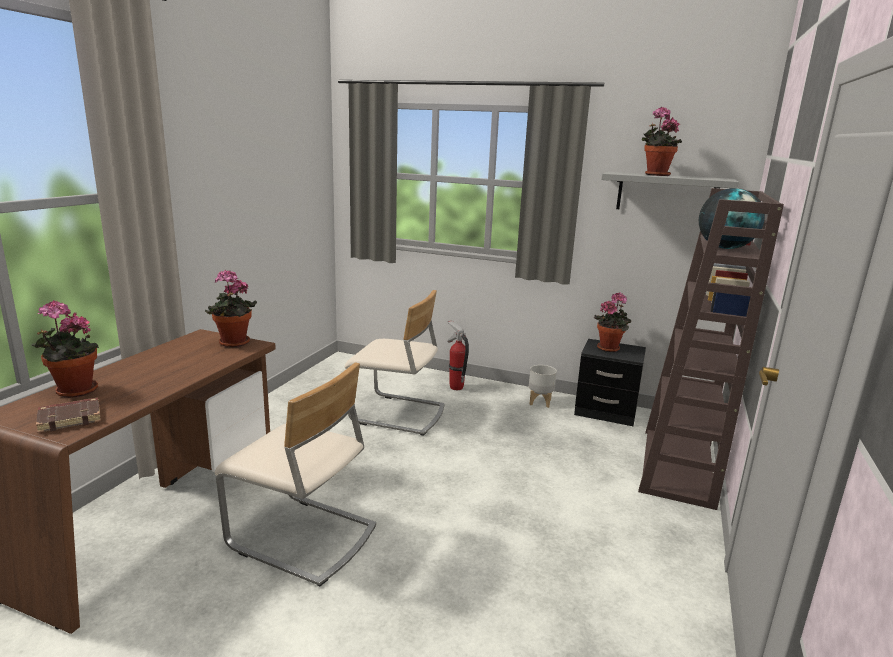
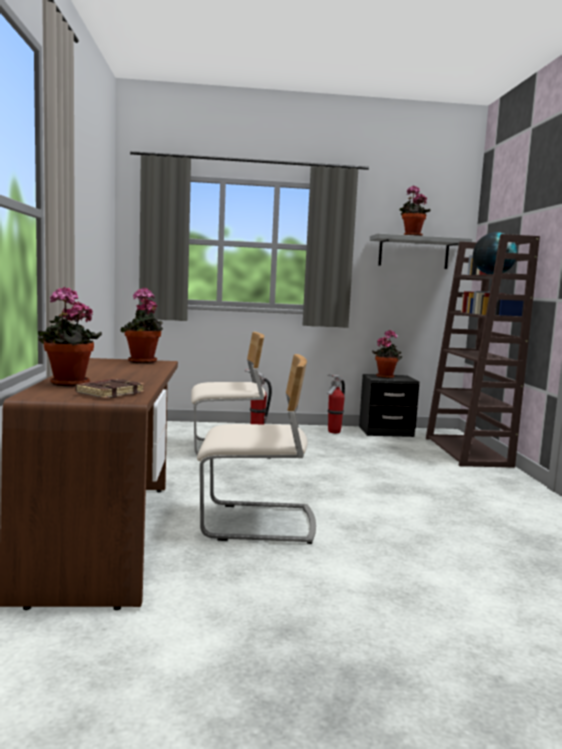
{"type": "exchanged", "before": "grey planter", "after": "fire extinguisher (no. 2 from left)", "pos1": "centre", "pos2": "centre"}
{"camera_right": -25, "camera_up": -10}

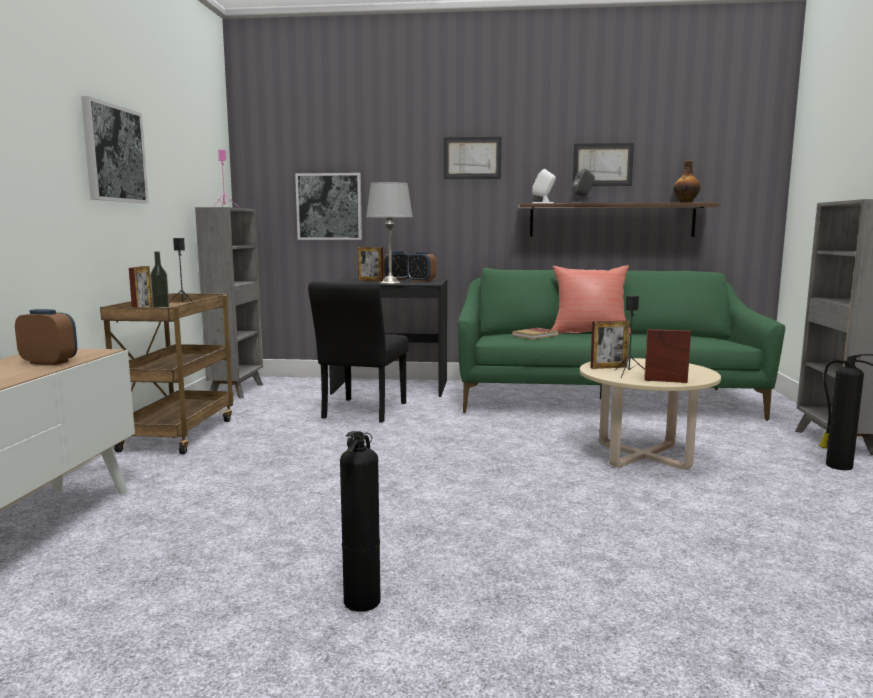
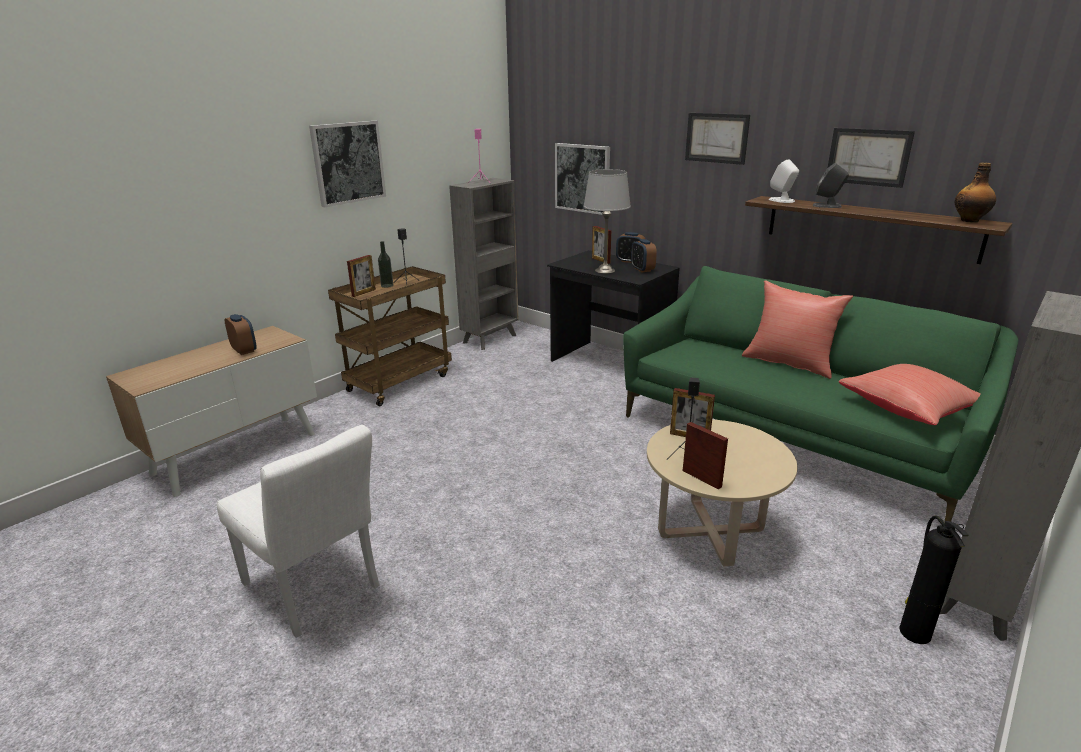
{"type": "missing", "before": "black chair", "pos1": "centre"}
{"type": "missing", "before": "book", "pos1": "centre"}
{"type": "exchanged", "before": "fire extinguisher (no. 1 from left)", "after": "white chair", "pos1": "bottom centre", "pos2": "bottom left"}
{"type": "appeared", "after": "red pillow (no. 2 from left)", "pos2": "middle right"}
{"camera_right": 35, "camera_up": 15}

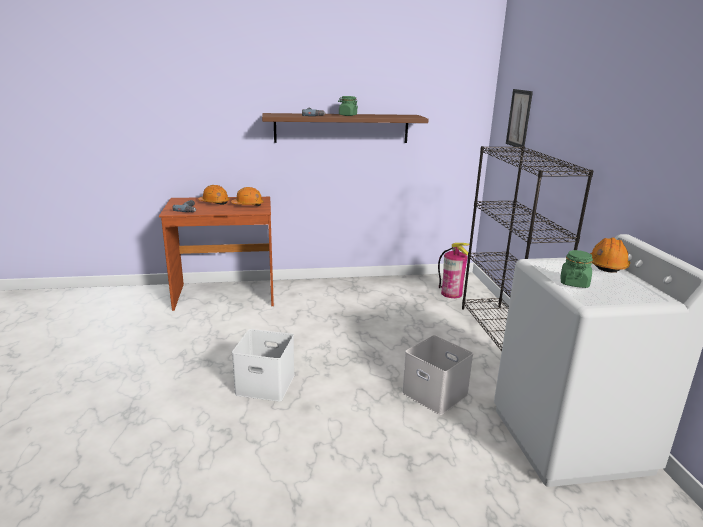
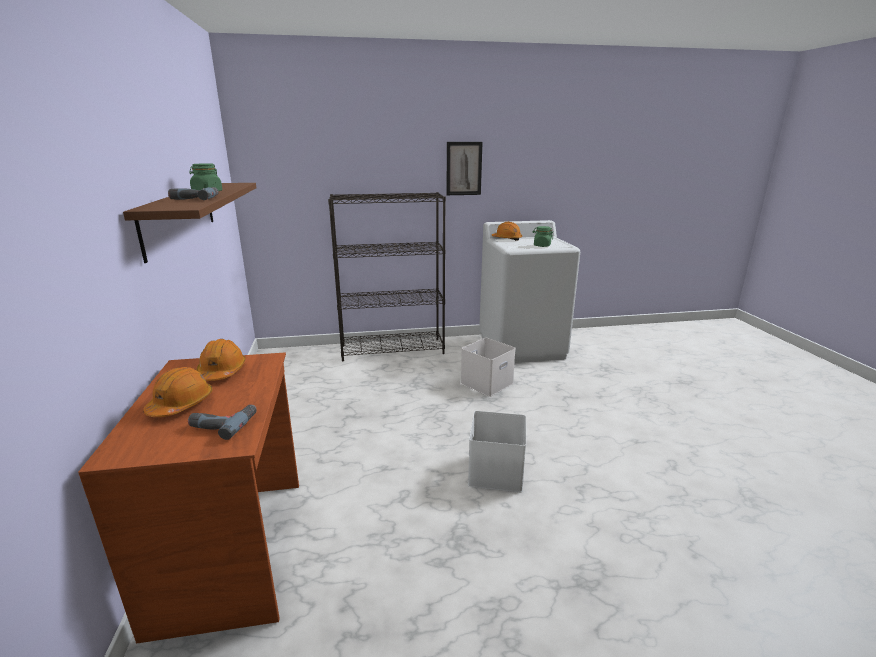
{"type": "relocated", "before": "picture", "pos1": "top right", "pos2": "top centre"}
{"type": "missing", "before": "fire extinguisher", "pos1": "centre"}
{"camera_right": -90, "camera_up": 0}

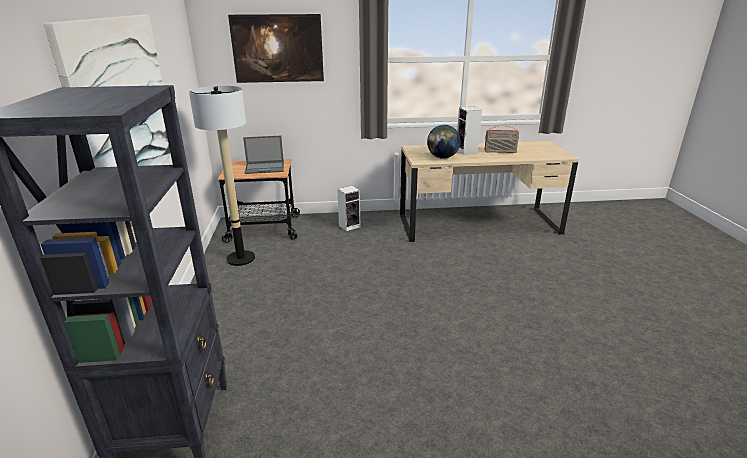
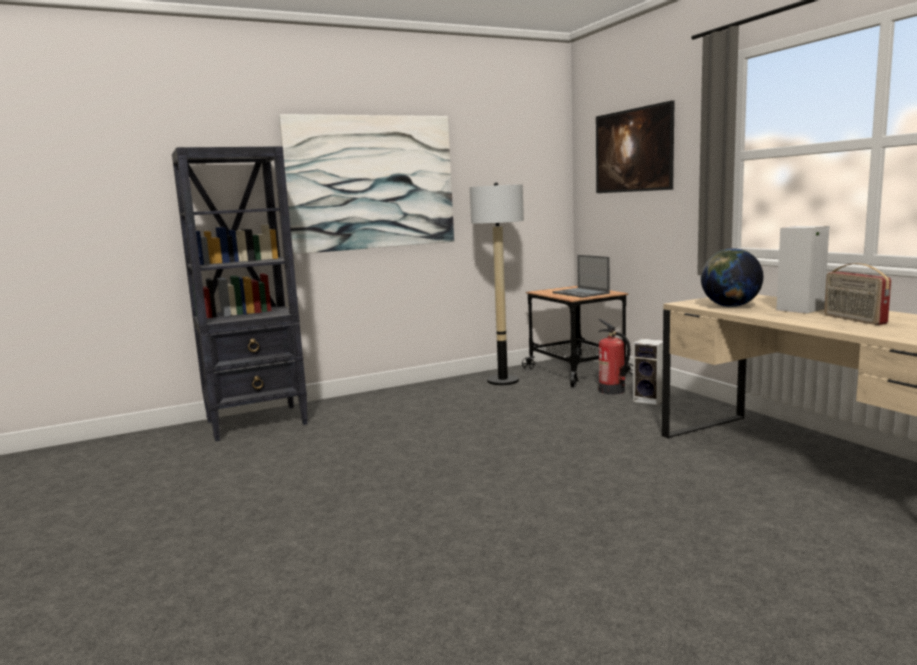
{"type": "appeared", "after": "fire extinguisher", "pos2": "middle right"}
{"camera_right": 70, "camera_up": -15}

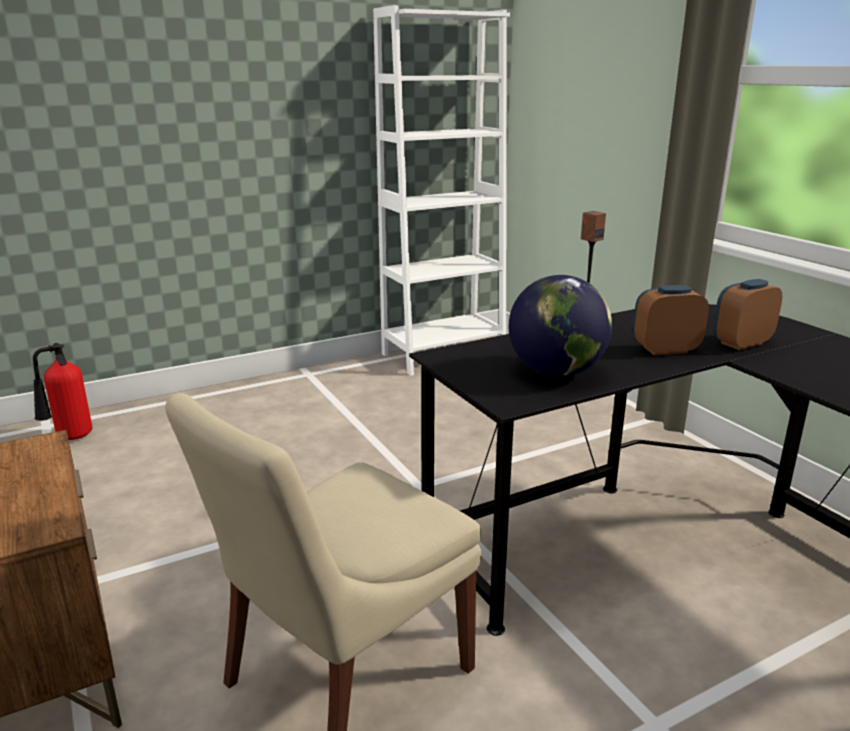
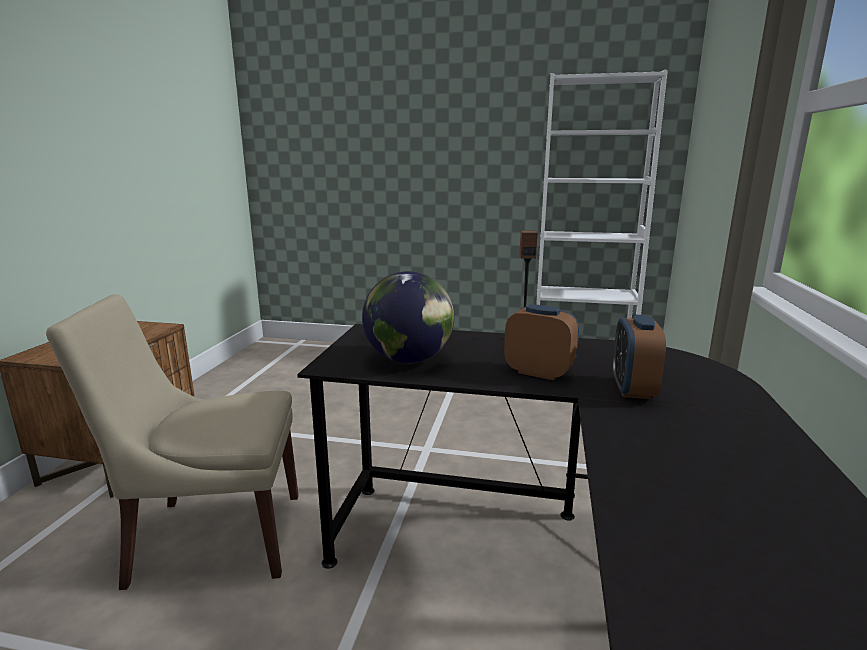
{"type": "spun", "before": "alarm clock (no. 2 from left)", "pos1": "middle right", "pos2": "middle right", "turn": -90}
{"type": "missing", "before": "fire extinguisher", "pos1": "middle left"}
{"camera_right": 40, "camera_up": -5}

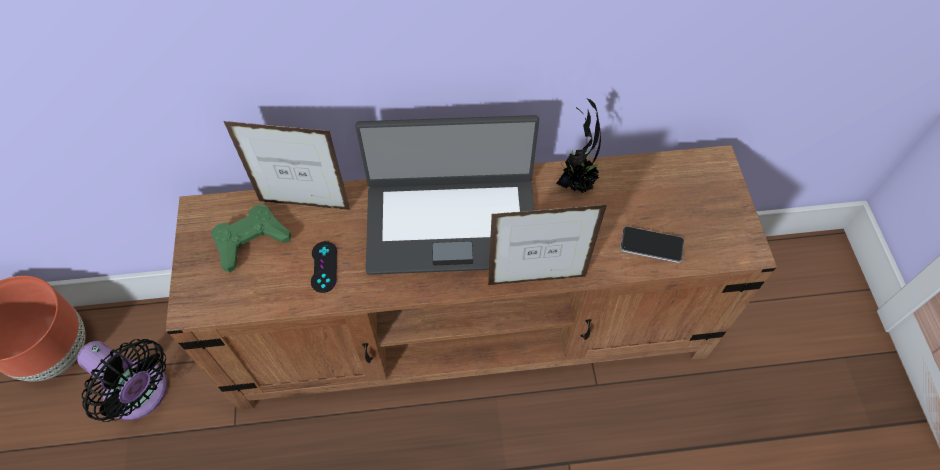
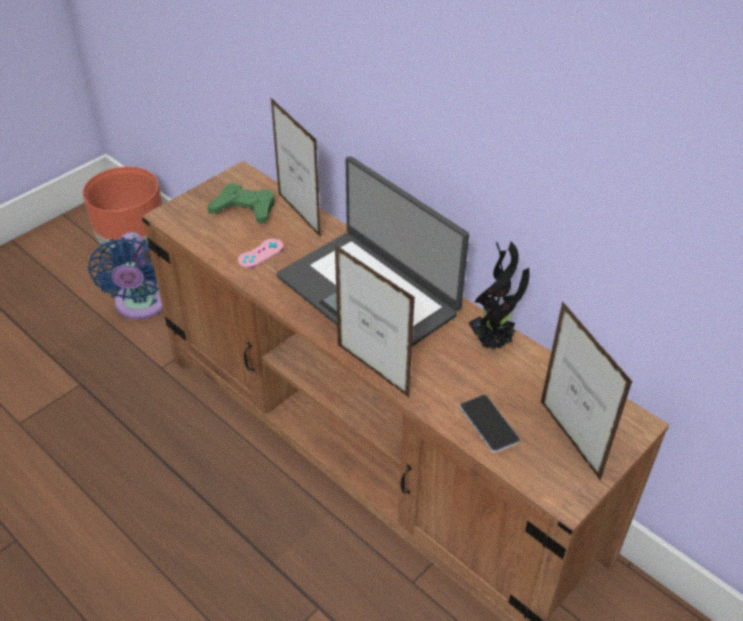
{"type": "colour", "before": "black game controller", "after": "pink game controller", "pos1": "centre", "pos2": "centre"}
{"type": "colour", "before": "black fan", "after": "blue fan", "pos1": "bottom left", "pos2": "middle left"}
{"type": "appeared", "after": "picture frame (no. 3 from left)", "pos2": "middle right"}
{"camera_right": 50, "camera_up": -15}

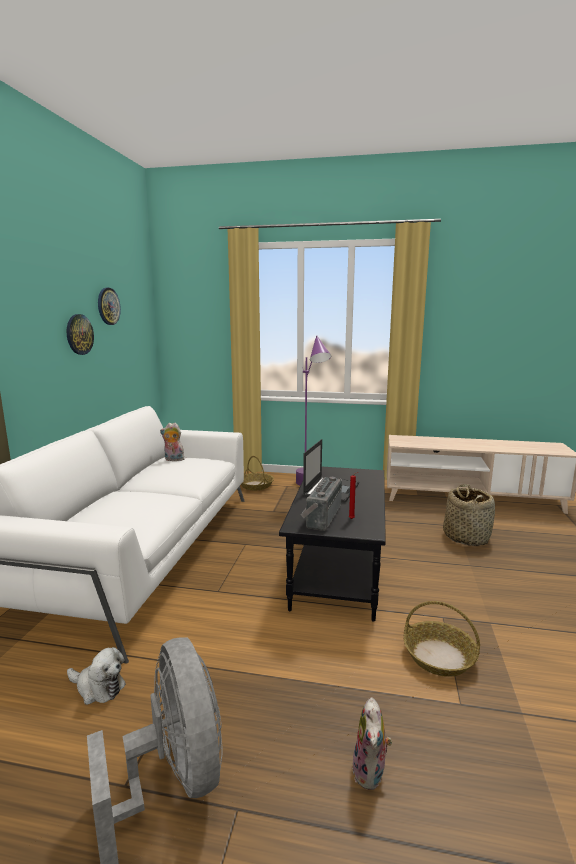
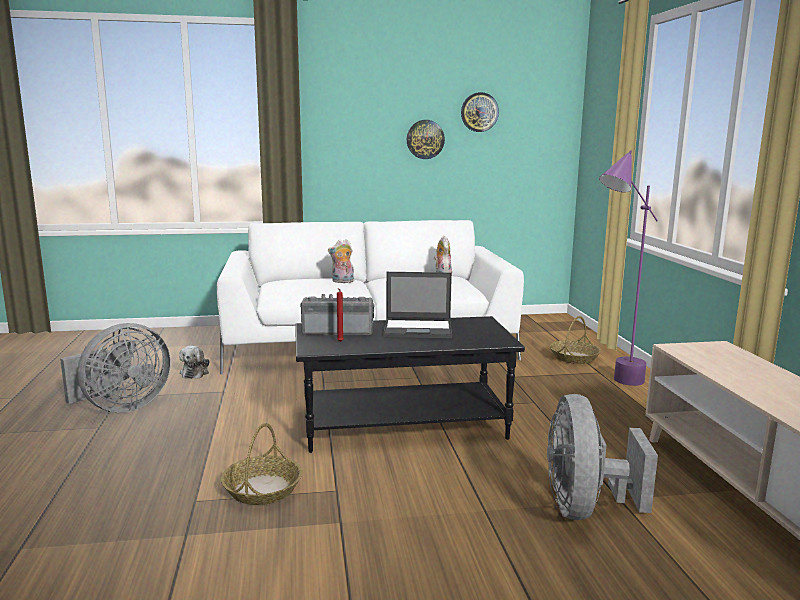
{"type": "exchanged", "before": "basket (no. 3 from left)", "after": "grey fan (no. 2 from left)", "pos1": "middle right", "pos2": "bottom right"}
{"type": "relocated", "before": "plush toy (no. 3 from left in the first image)", "after": "plush toy (no. 2 from left)", "pos1": "bottom centre", "pos2": "centre"}
{"camera_right": 70, "camera_up": 0}

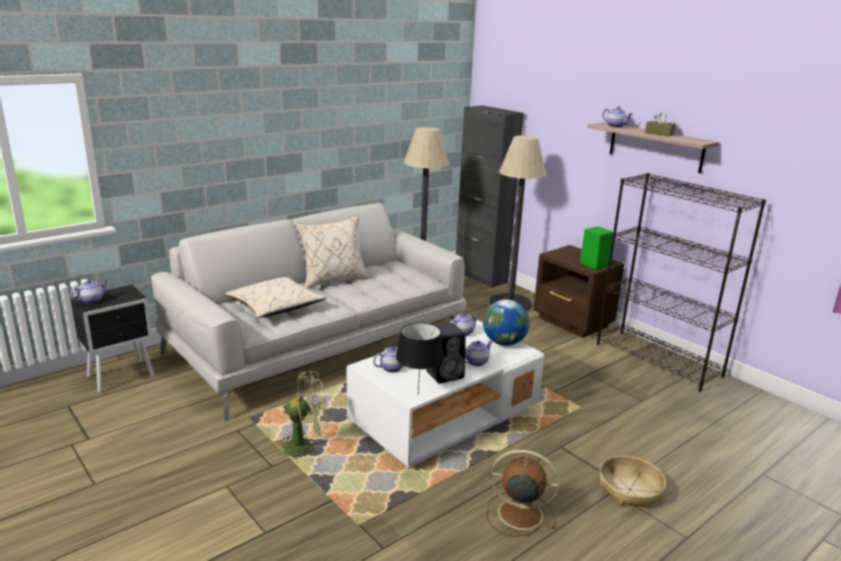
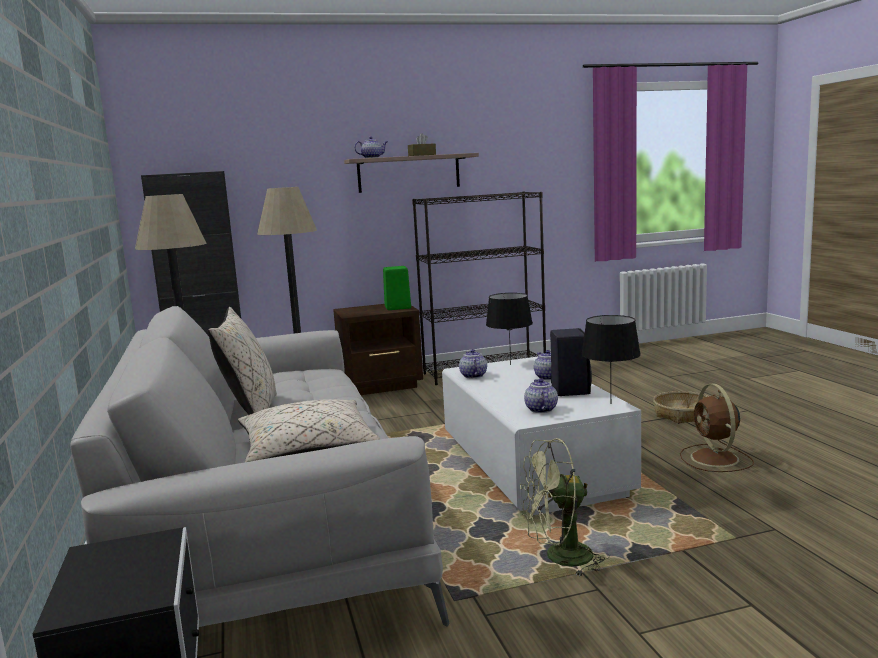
{"type": "missing", "before": "teapot (no. 1 from left)", "pos1": "middle left"}
{"type": "exchanged", "before": "globe", "after": "black table lamp (no. 1 from left)", "pos1": "centre", "pos2": "centre"}
{"type": "spun", "before": "green fan", "pos1": "bottom centre", "pos2": "bottom centre", "turn": -120}
{"type": "spun", "before": "brown fan", "pos1": "bottom centre", "pos2": "middle right", "turn": -45}
{"camera_right": -65, "camera_up": -10}

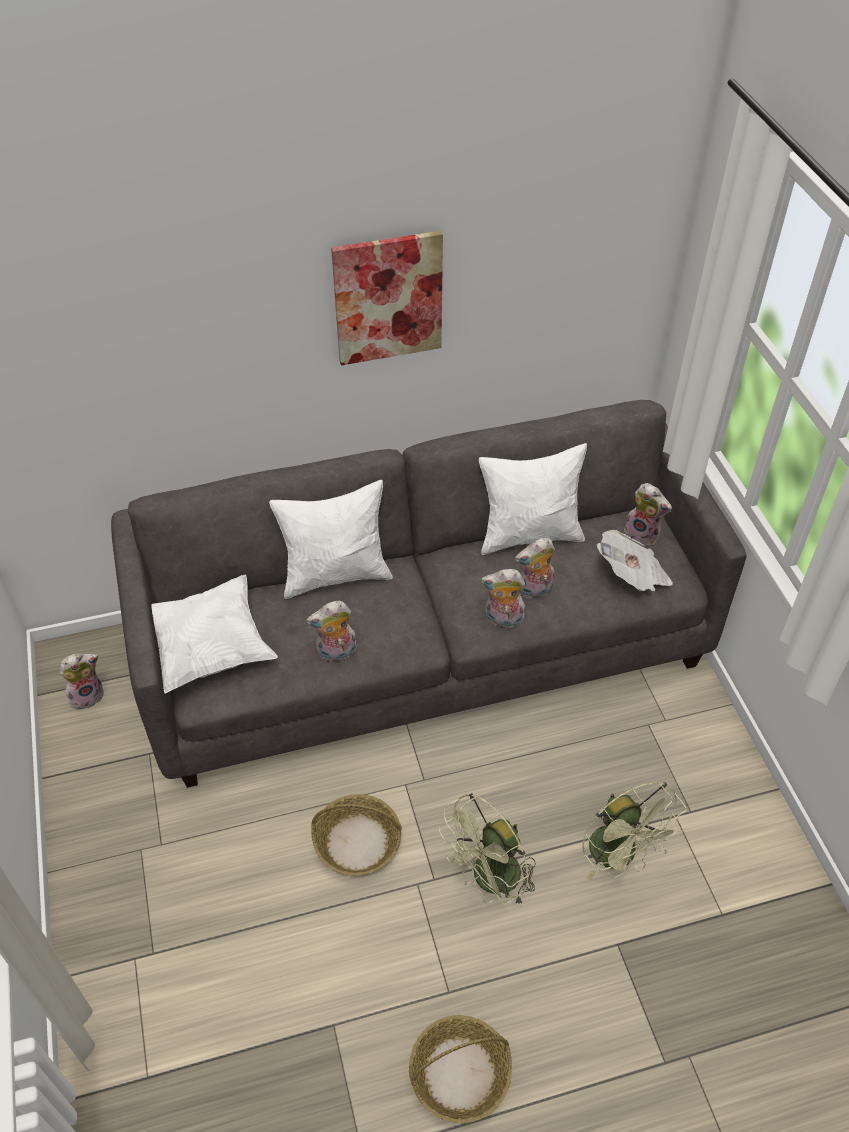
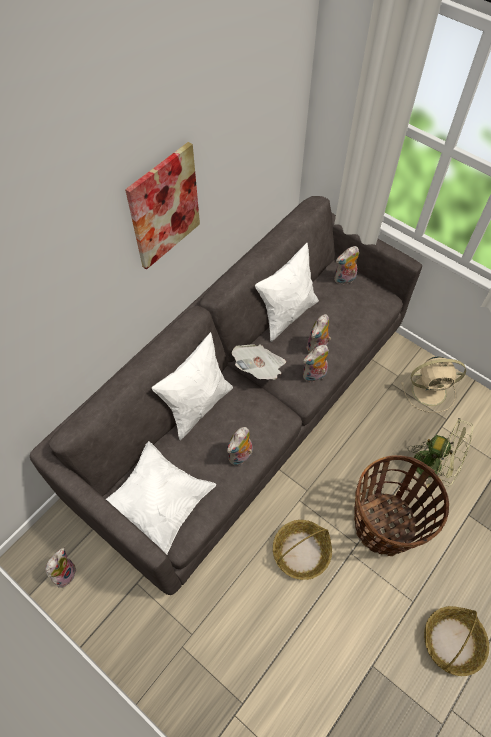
{"type": "spun", "before": "plush toy (no. 5 from left)", "pos1": "middle right", "pos2": "middle right", "turn": 150}
{"type": "relocated", "before": "newspaper", "pos1": "middle right", "pos2": "centre"}
{"type": "exchanged", "before": "green fan (no. 1 from left)", "after": "basket (no. 2 from left)", "pos1": "bottom centre", "pos2": "bottom right"}
{"type": "appeared", "after": "beige fan", "pos2": "middle right"}
{"camera_right": -35, "camera_up": 10}

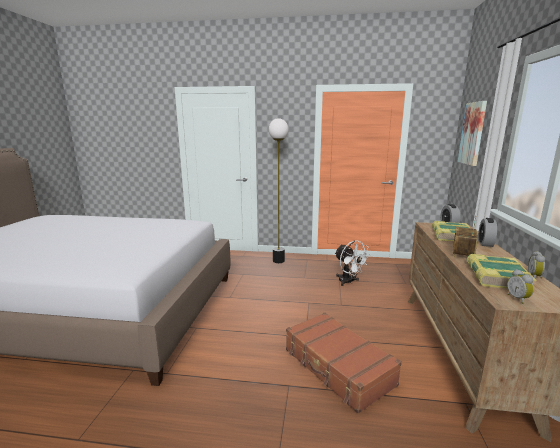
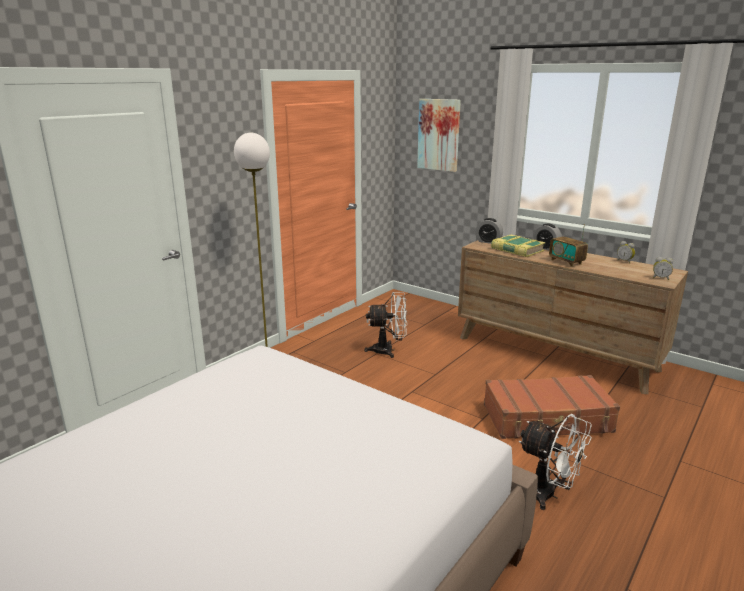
{"type": "missing", "before": "book (no. 2 from left)", "pos1": "middle right"}
{"type": "appeared", "after": "white fan (no. 2 from left)", "pos2": "bottom right"}
{"camera_right": -60, "camera_up": 5}

